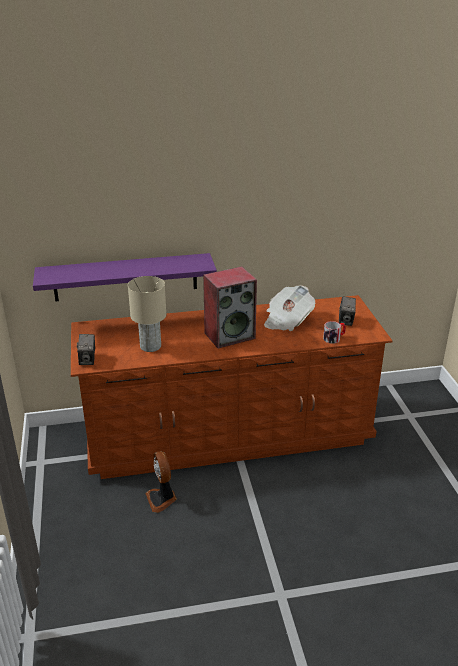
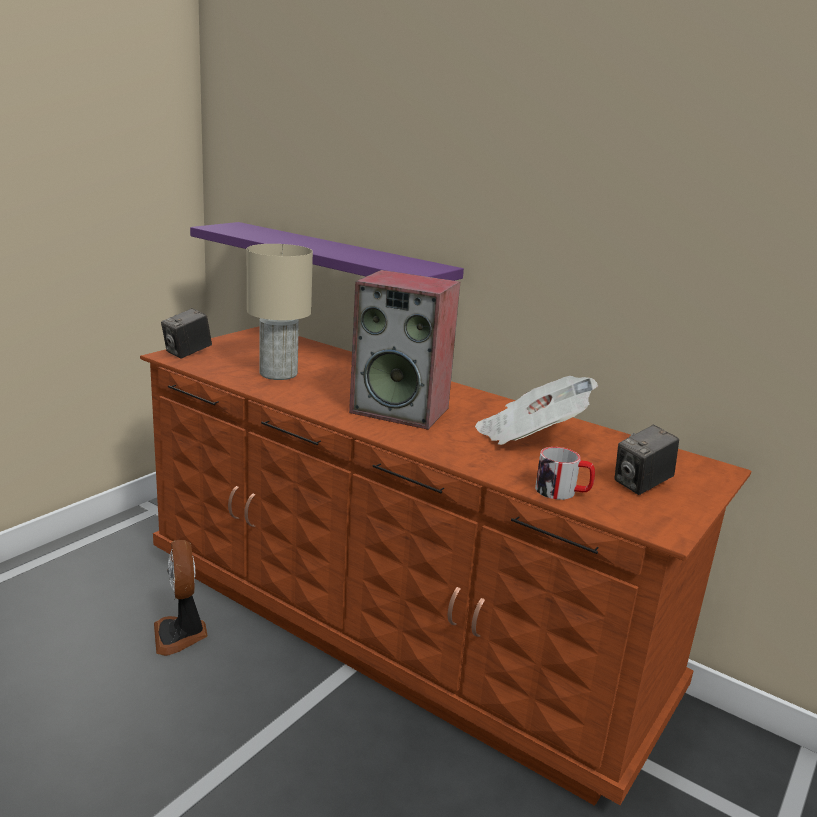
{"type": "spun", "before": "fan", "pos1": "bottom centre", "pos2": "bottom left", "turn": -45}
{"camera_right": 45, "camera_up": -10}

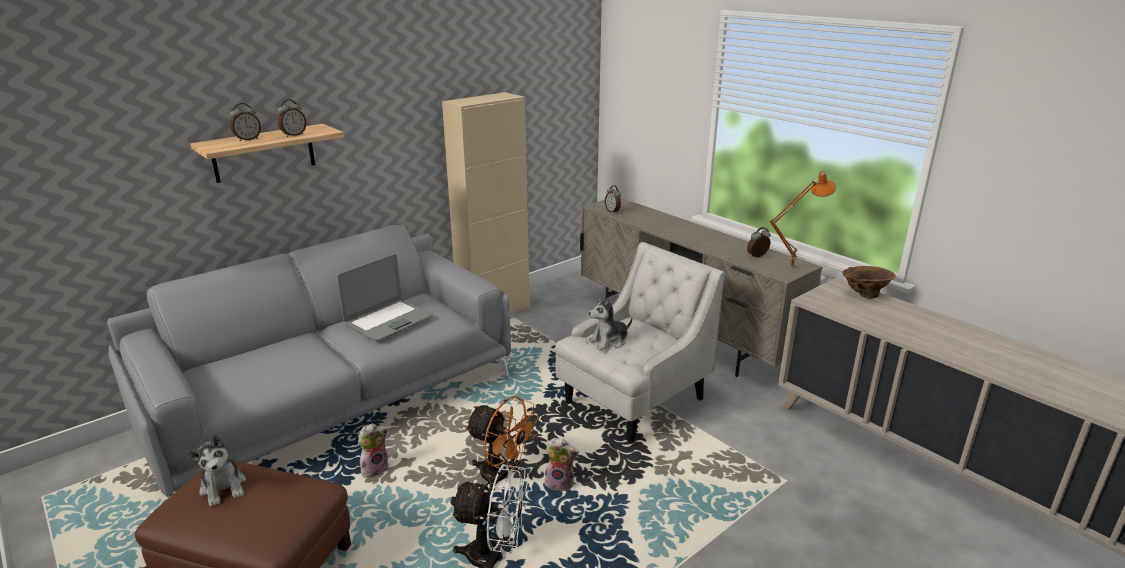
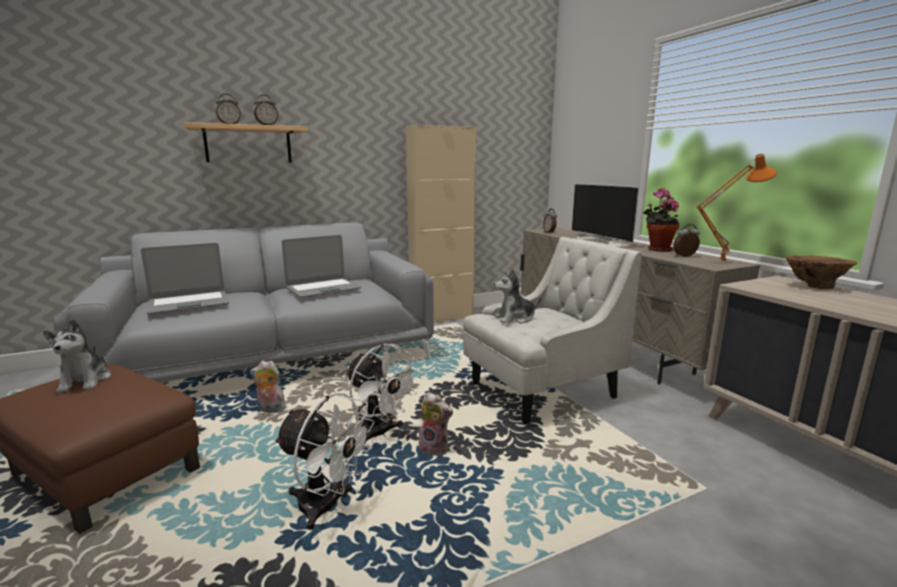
{"type": "colour", "before": "orange fan", "after": "white fan (no. 2 from left)", "pos1": "bottom centre", "pos2": "bottom centre"}
{"type": "spun", "before": "plush toy (no. 2 from left)", "pos1": "bottom left", "pos2": "middle left", "turn": -150}
{"type": "appeared", "after": "television", "pos2": "middle right"}
{"type": "appeared", "after": "potted plant", "pos2": "middle right"}
{"type": "appeared", "after": "laptop (no. 1 from left)", "pos2": "middle left"}
{"camera_right": 15, "camera_up": -10}

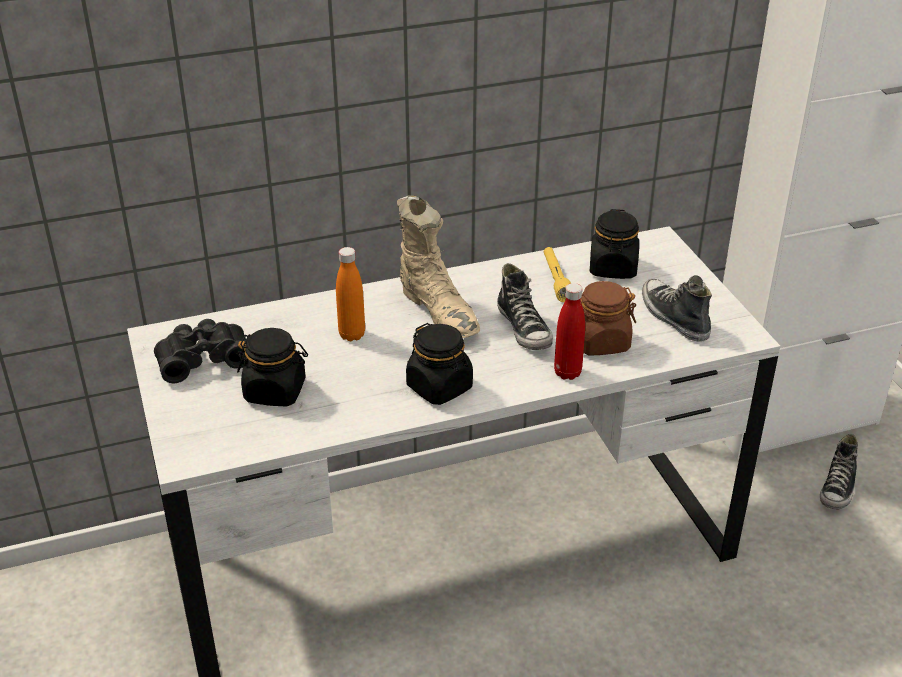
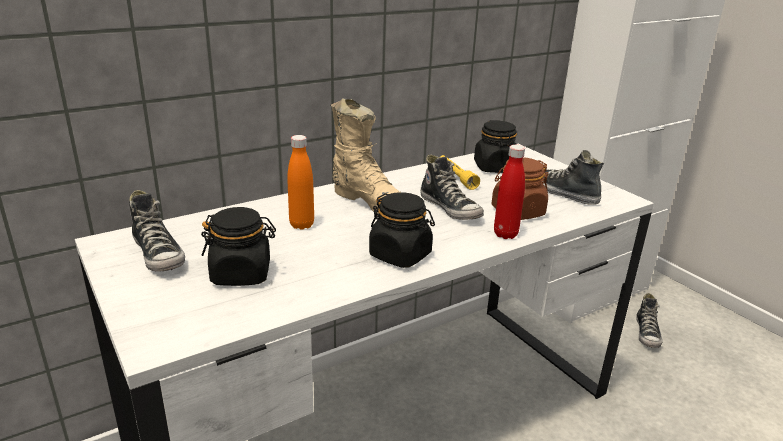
{"type": "exchanged", "before": "black binoculars", "after": "shoe (no. 1 from left)", "pos1": "middle left", "pos2": "middle left"}
{"camera_right": -15, "camera_up": -10}

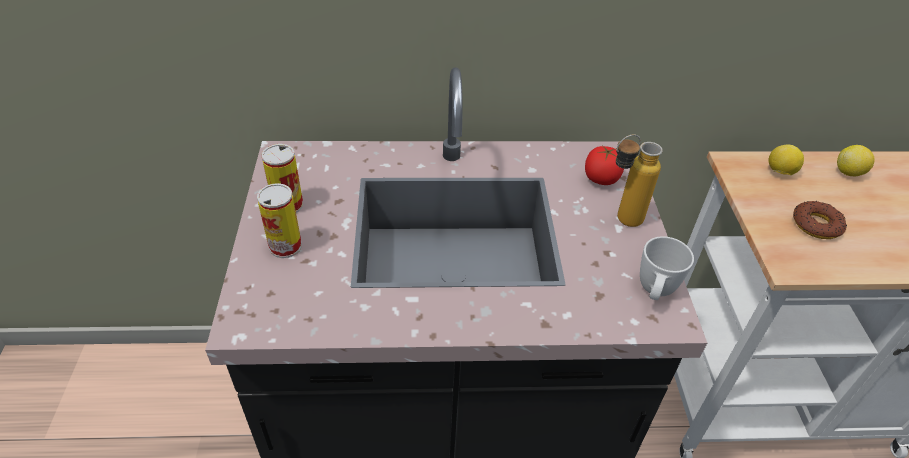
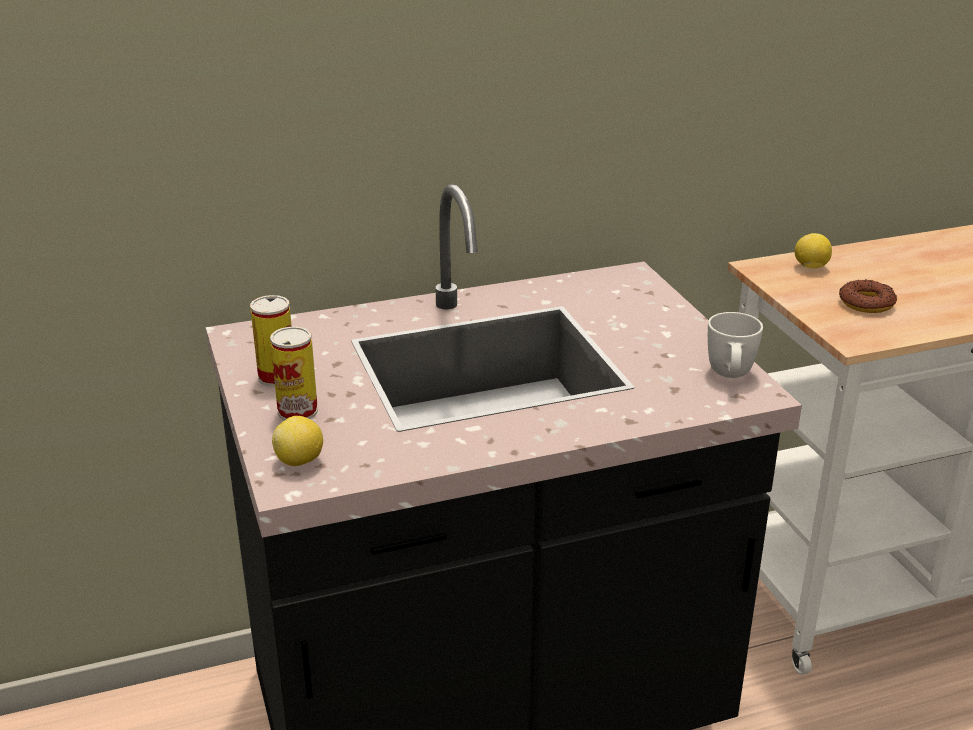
{"type": "missing", "before": "bottle", "pos1": "middle right"}
{"type": "relocated", "before": "lemon (no. 2 from left in the first image)", "after": "lemon (no. 1 from left)", "pos1": "middle right", "pos2": "middle left"}
{"type": "missing", "before": "tomato", "pos1": "centre"}
{"camera_right": -15, "camera_up": -15}

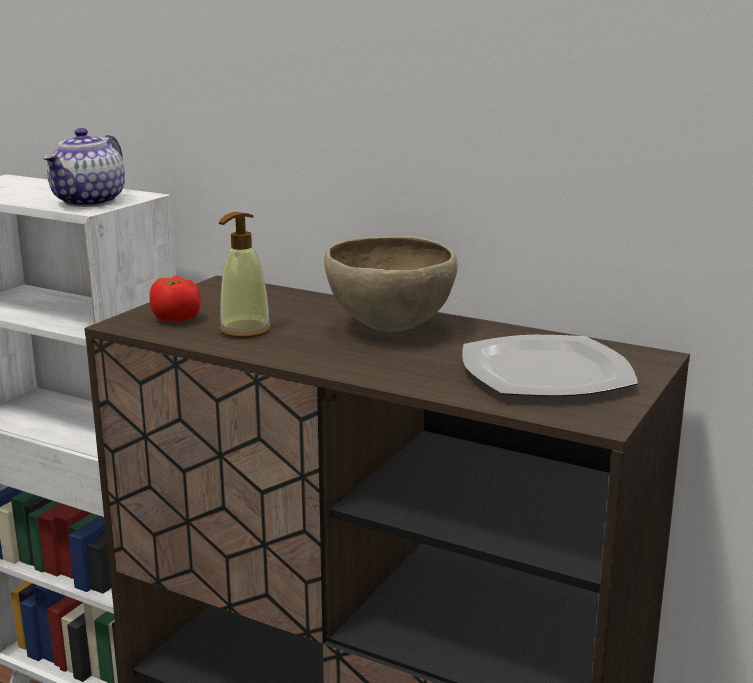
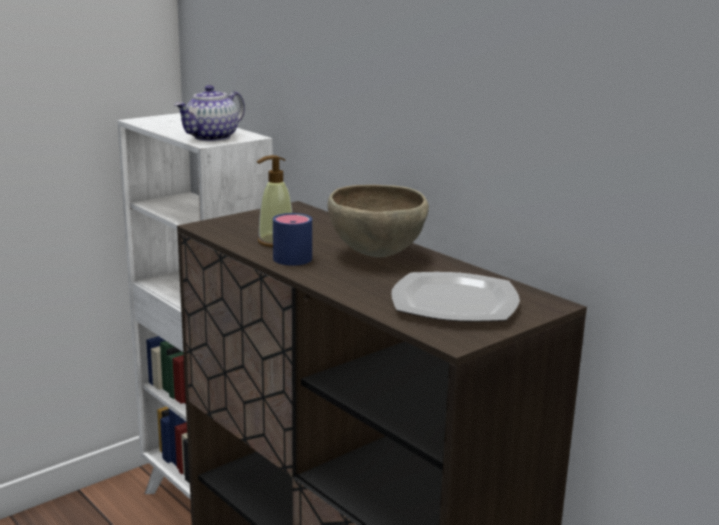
{"type": "missing", "before": "tomato", "pos1": "middle left"}
{"type": "appeared", "after": "blue mug", "pos2": "centre"}
{"camera_right": 20, "camera_up": 0}

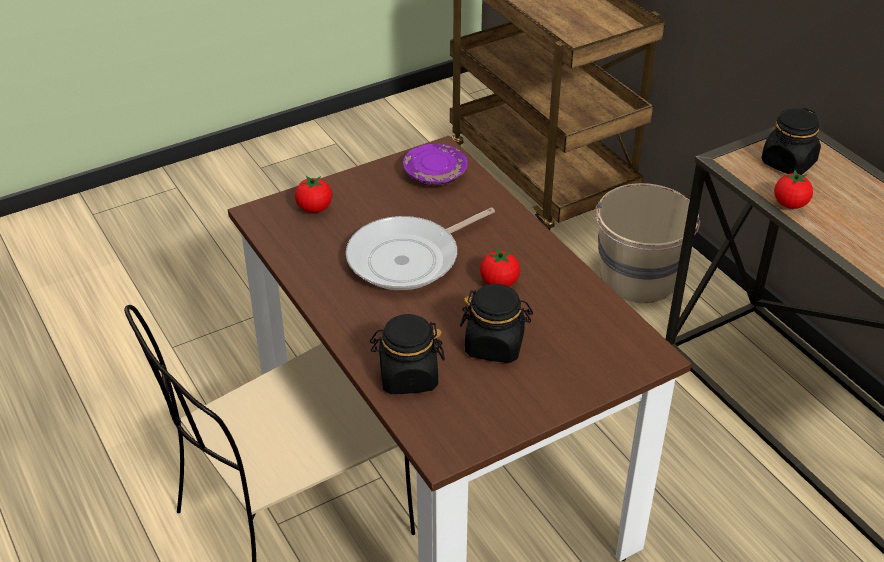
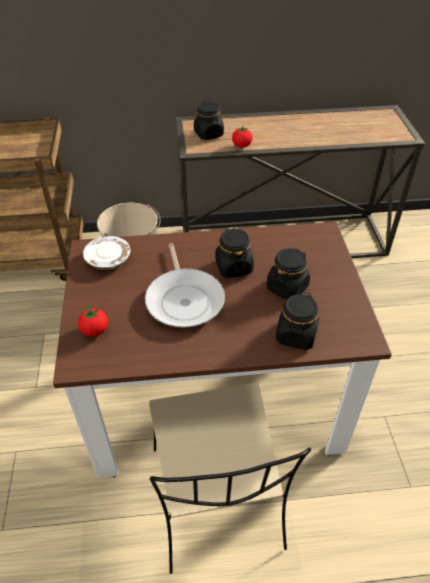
{"type": "colour", "before": "purple plate", "after": "white plate", "pos1": "top centre", "pos2": "middle left"}
{"type": "exchanged", "before": "tomato (no. 2 from left)", "after": "black jar (no. 2 from left)", "pos1": "centre", "pos2": "centre"}
{"camera_right": -65, "camera_up": 5}

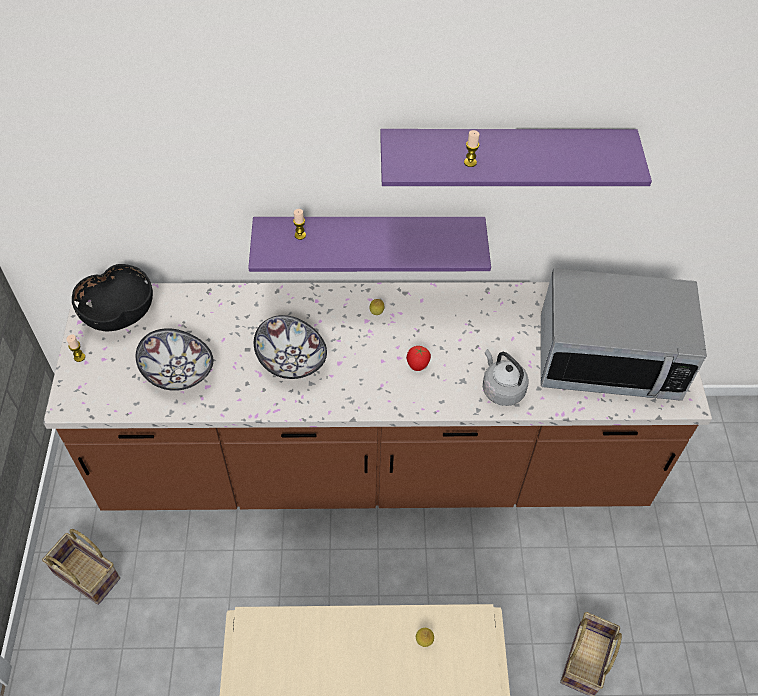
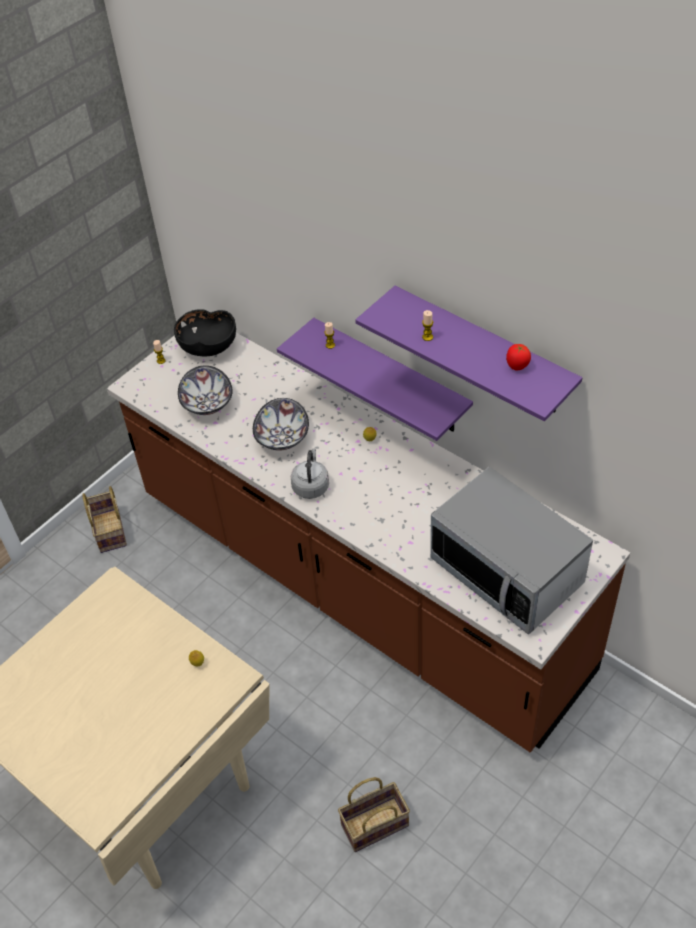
{"type": "relocated", "before": "tomato", "pos1": "centre", "pos2": "middle right"}
{"type": "relocated", "before": "grey kettle", "pos1": "middle right", "pos2": "centre"}
{"camera_right": 45, "camera_up": -5}

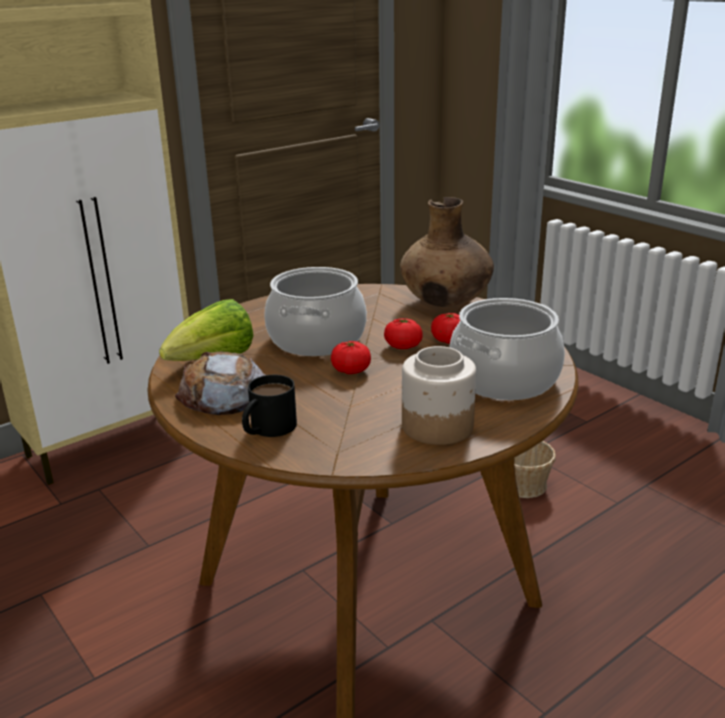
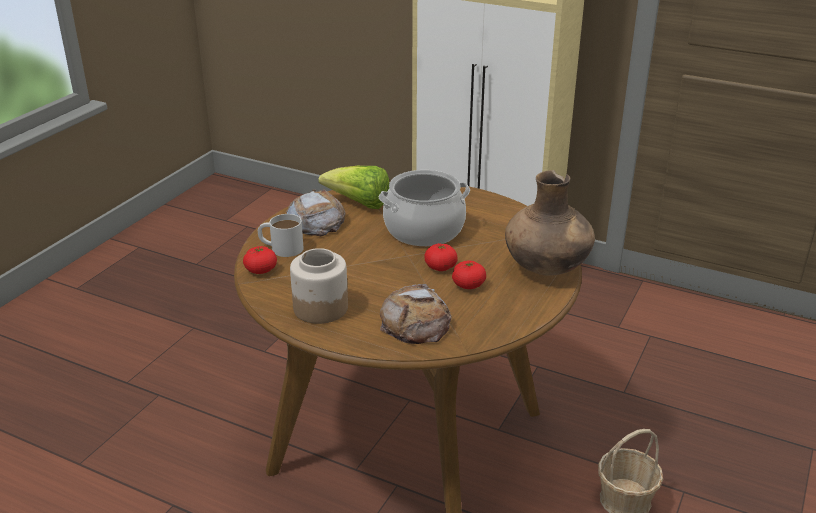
{"type": "exchanged", "before": "cooking pot (no. 2 from left)", "after": "bread (no. 2 from left)", "pos1": "middle right", "pos2": "centre"}
{"type": "relocated", "before": "tomato (no. 1 from left)", "pos1": "centre", "pos2": "middle left"}
{"type": "colour", "before": "black mug", "after": "white mug", "pos1": "centre", "pos2": "centre"}
{"camera_right": 65, "camera_up": 5}

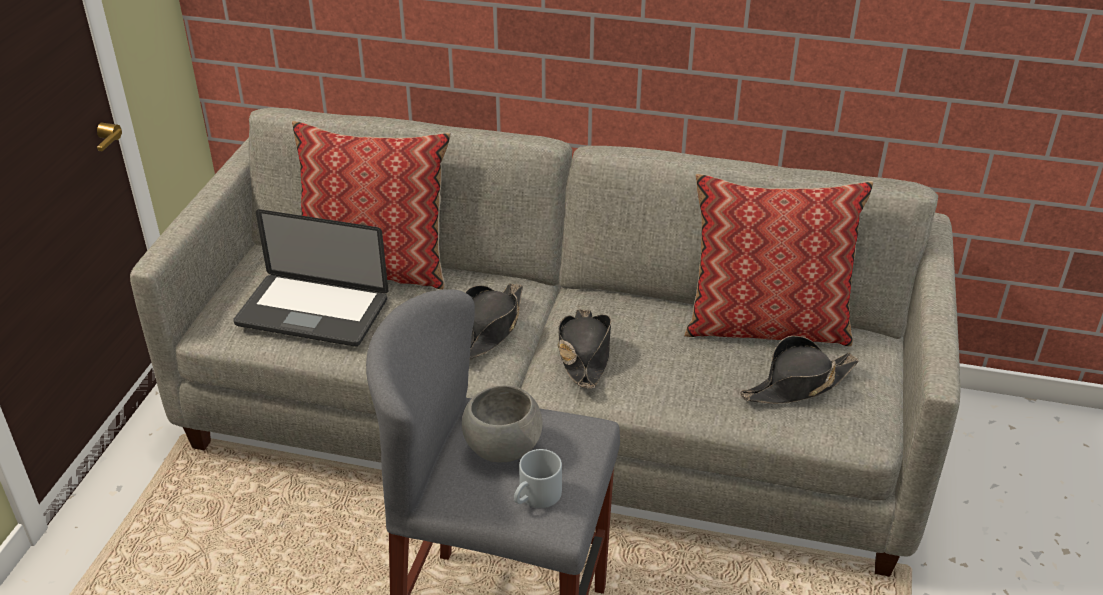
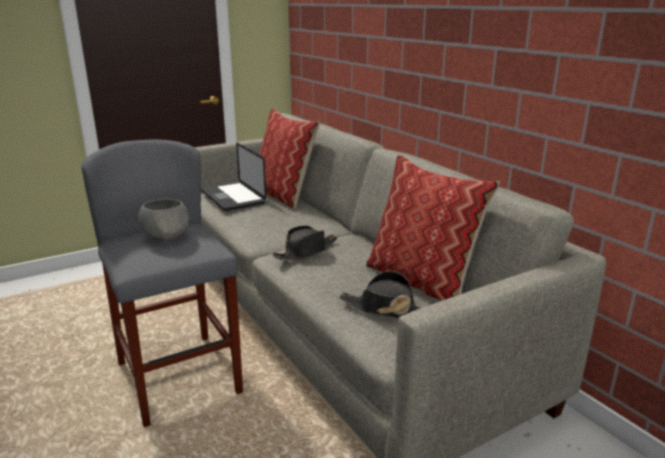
{"type": "missing", "before": "black hat (no. 1 from left)", "pos1": "centre"}
{"type": "missing", "before": "grey mug", "pos1": "bottom centre"}
{"camera_right": 45, "camera_up": -15}

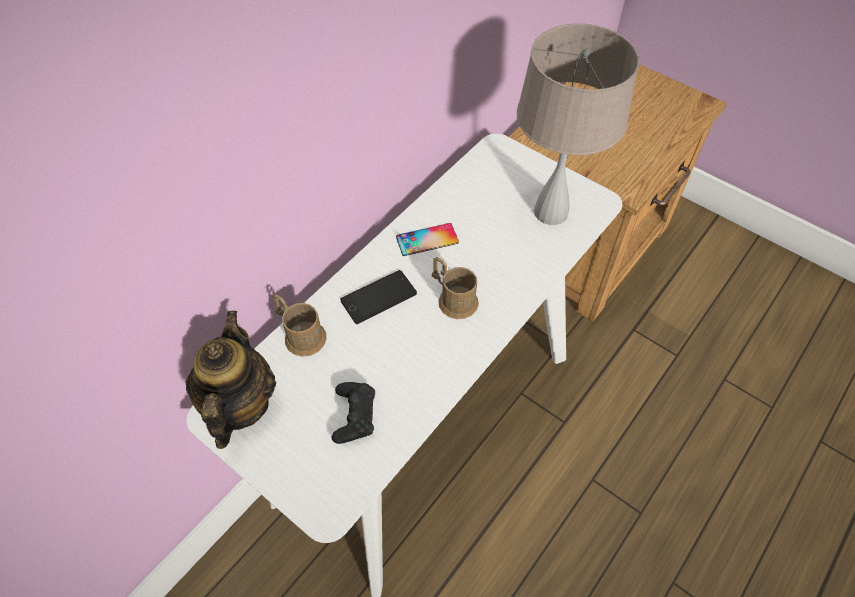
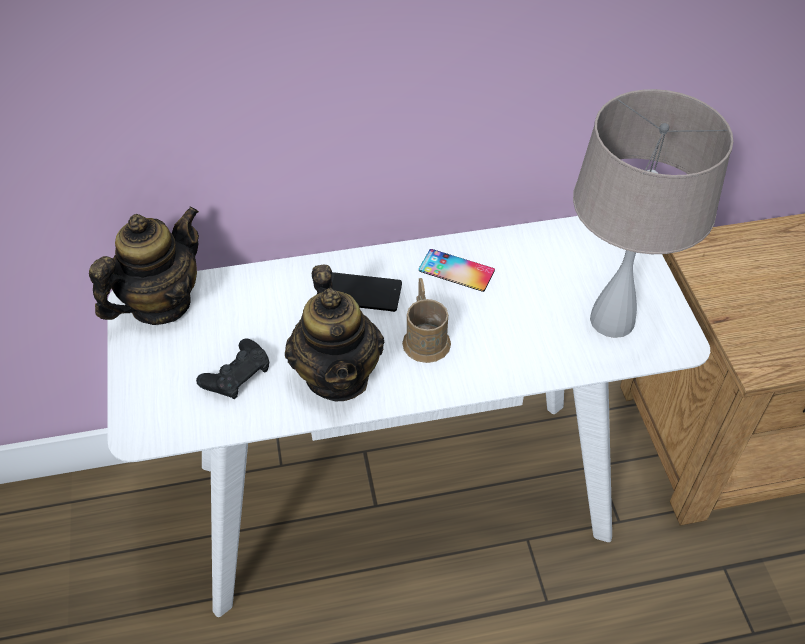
{"type": "missing", "before": "brown mug (no. 1 from left)", "pos1": "centre"}
{"type": "appeared", "after": "teapot (no. 2 from left)", "pos2": "centre"}
{"camera_right": 40, "camera_up": -5}

